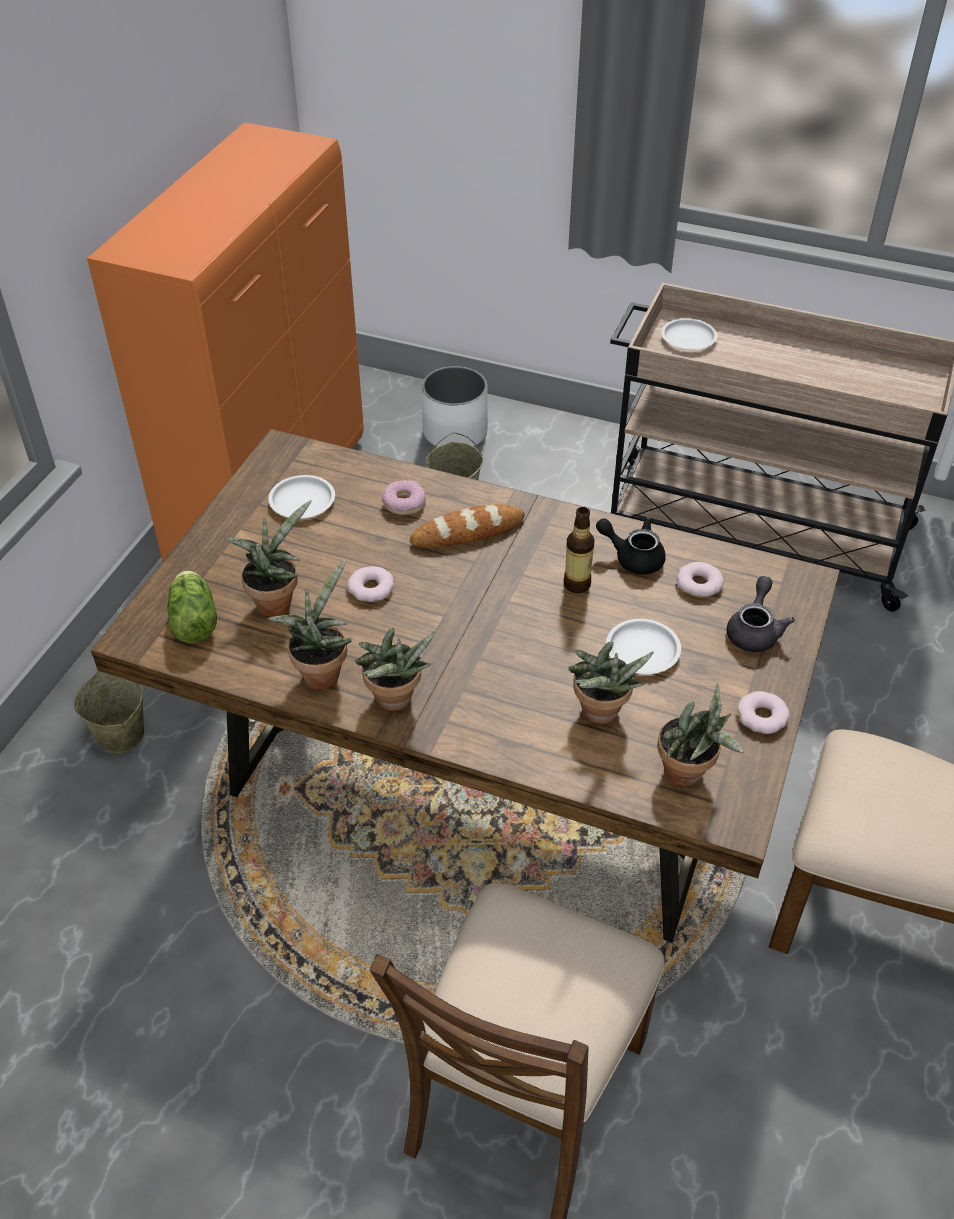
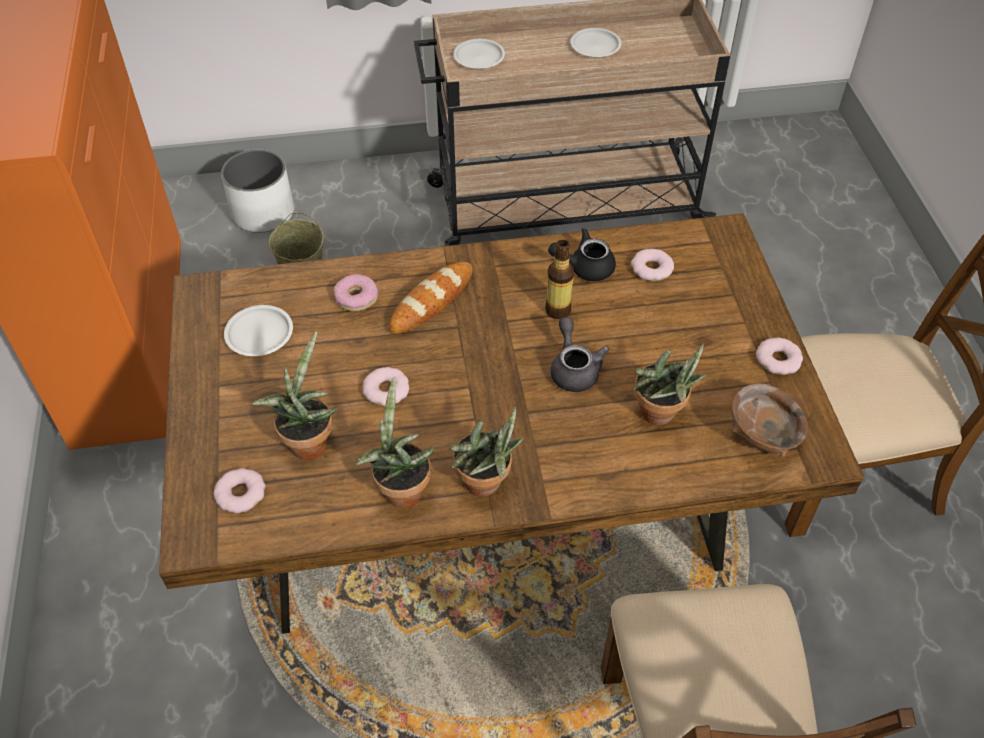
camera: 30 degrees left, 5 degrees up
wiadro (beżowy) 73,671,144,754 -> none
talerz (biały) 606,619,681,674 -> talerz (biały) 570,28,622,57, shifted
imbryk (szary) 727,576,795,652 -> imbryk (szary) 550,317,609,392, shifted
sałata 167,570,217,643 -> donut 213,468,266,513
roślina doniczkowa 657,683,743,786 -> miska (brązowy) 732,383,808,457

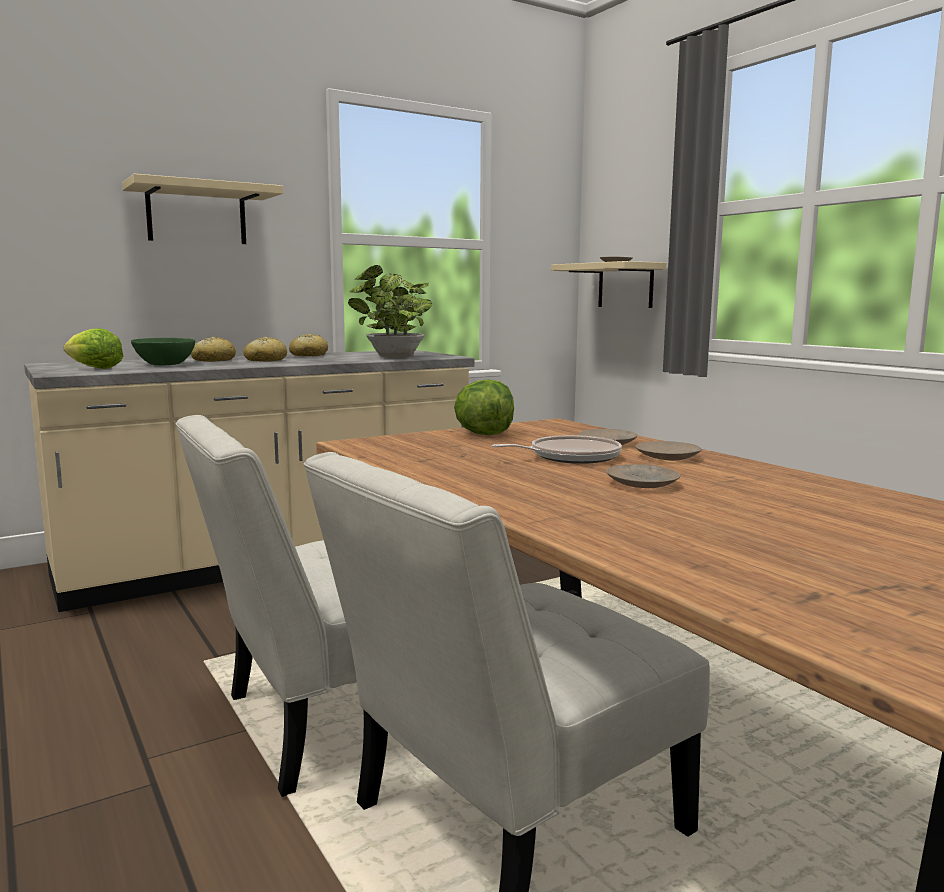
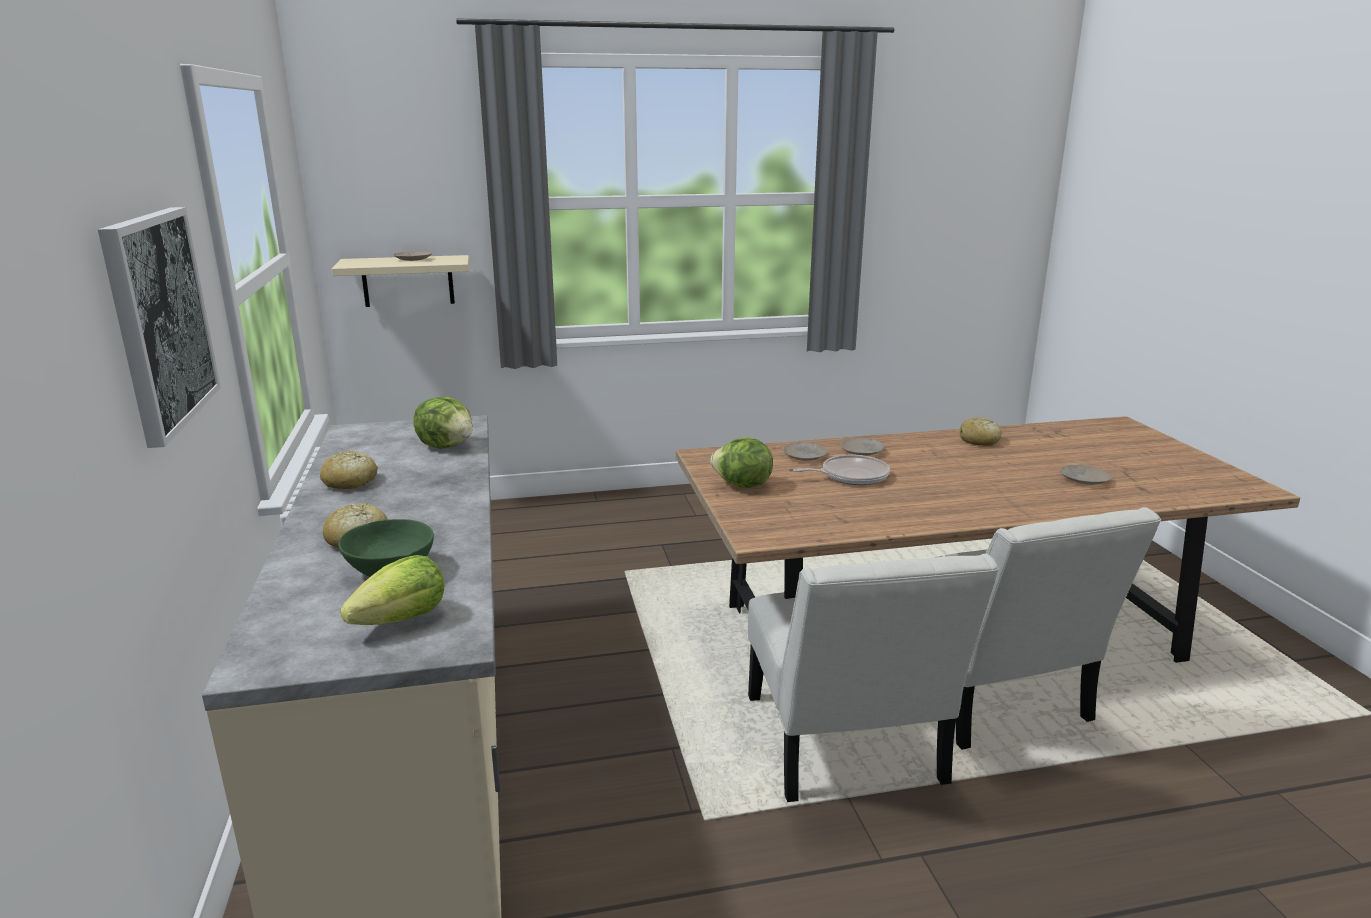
camera: 70 degrees left, 10 degrees up
chleb 244,337,287,362 -> chleb 960,417,1002,446, shifted
talerz (beżowy) 606,464,681,488 -> talerz (beżowy) 1060,465,1112,485, shifted
półka (beżowy) 122,174,283,244 -> obraz 98,207,221,448
roślina doniczkowa 348,265,432,358 -> sałata 413,397,473,449
patelnia 492,435,622,464 -> patelnia 793,455,890,485, 75 degrees clockwise

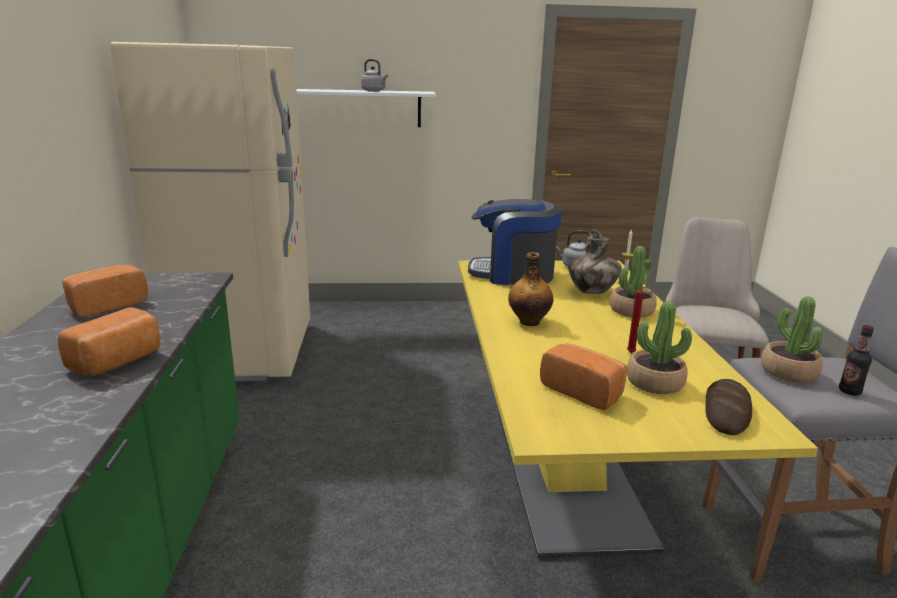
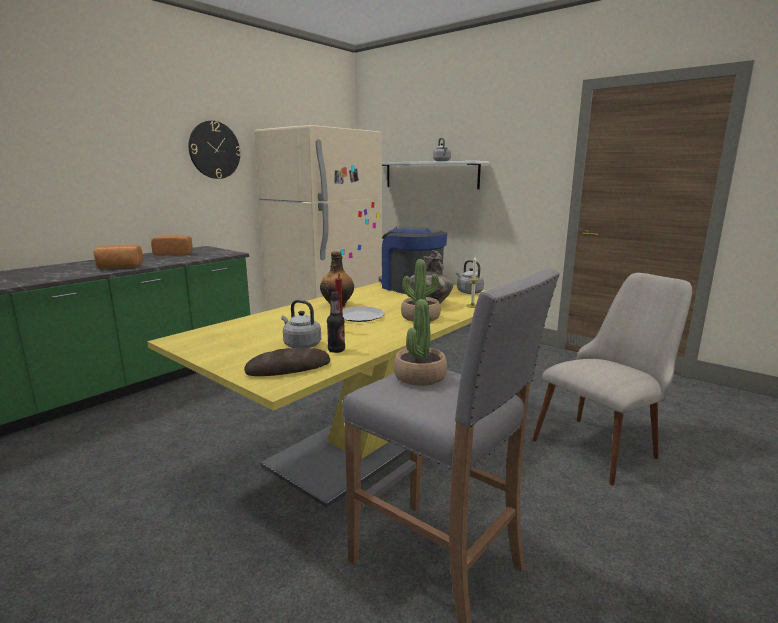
camera: 45 degrees right, 5 degrees down
chleb 540,343,627,410 -> none
none -> zegar ścienny 188,121,241,179
none -> talerz 343,306,385,322
butelka 839,325,874,396 -> butelka 327,292,345,353, shifted
roślina doniczkowa 627,301,692,394 -> czajnik (szary) 281,300,321,348

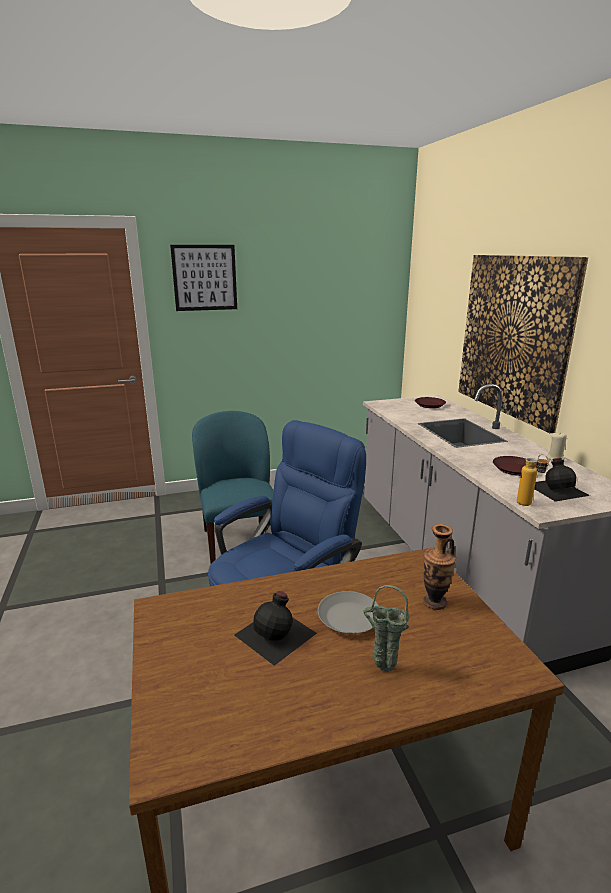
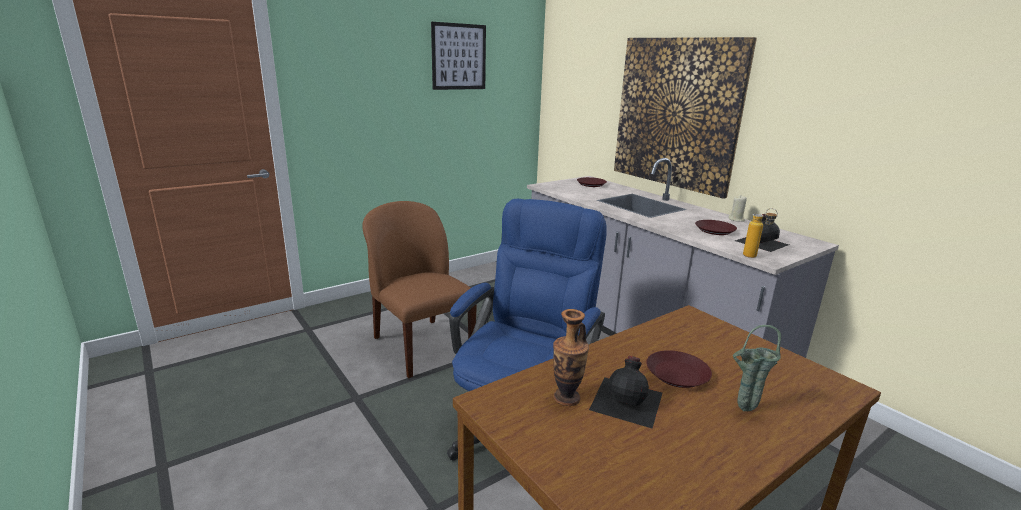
camera: 20 degrees left, 0 degrees up
obraz 170,245,237,311 -> obraz 431,22,486,90, shifted
wazon 423,524,456,610 -> wazon 553,309,589,406, shifted
krzesło (niebieski) 192,411,273,564 -> krzesło (brązowy) 362,201,477,378
talerz (szary) 318,591,379,634 -> talerz (brązowy) 646,350,712,388

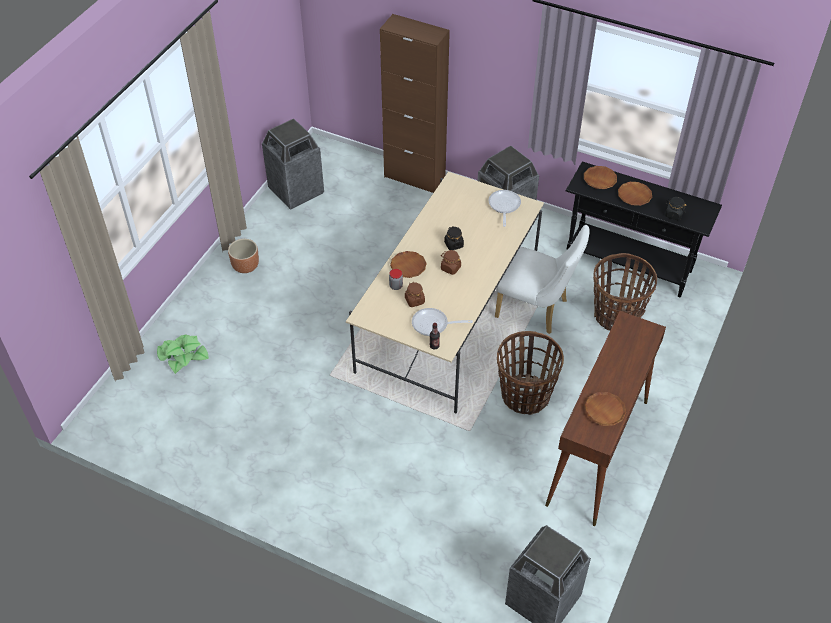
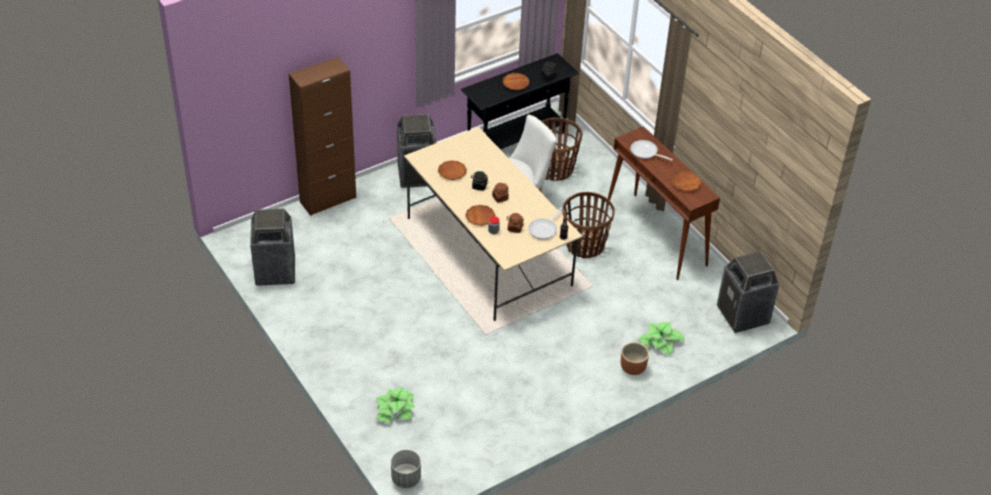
camera: 60 degrees left, 5 degrees down
none -> donica (szary) 391,450,421,488
none -> roślina doniczkowa 638,322,685,356
donica (brązowy) 228,239,259,273 -> donica (brązowy) 621,342,649,375, shifted
patelnia 488,190,521,227 -> patelnia 630,140,673,161, shifted
talerz (brązowy) 584,166,617,189 -> talerz (brązowy) 438,160,467,180, shifted

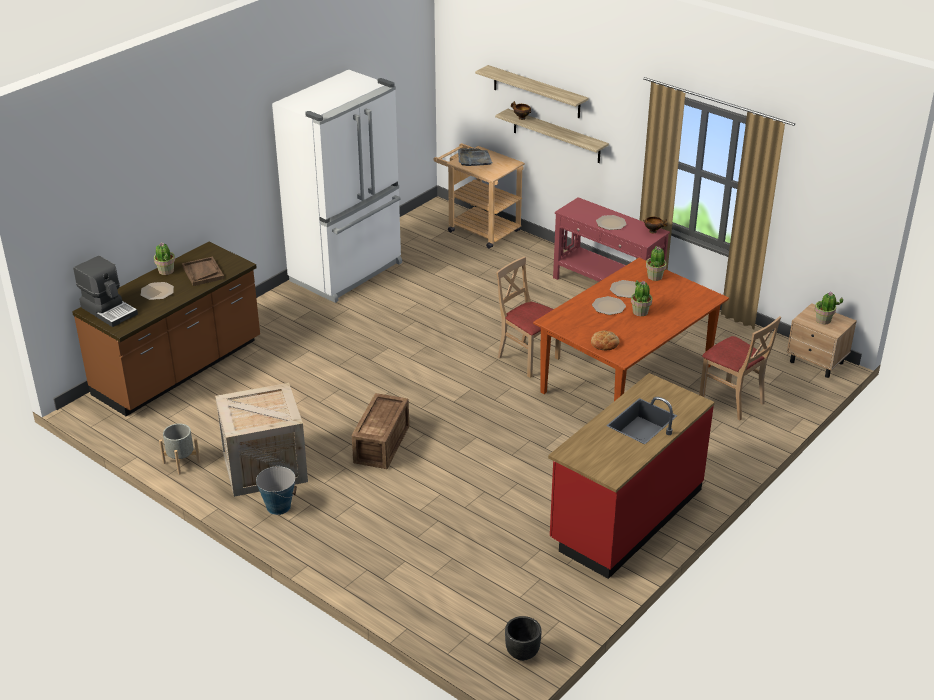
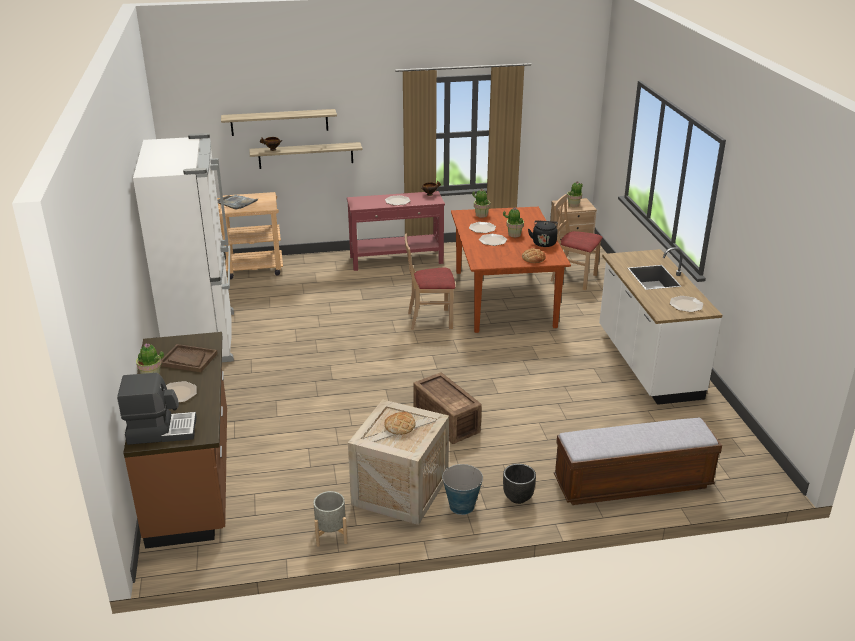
camera: 50 degrees left, 5 degrees down
none -> chleb 384,412,416,435
none -> czajnik (czarny) 528,220,558,247
none -> ławka 554,418,722,505
none -> talerz 670,296,703,312
donica (czarny) 505,616,542,661 -> donica (czarny) 503,464,536,504, shifted
zabudowa kuchenna (czerwony) 548,373,715,579 -> zabudowa kuchenna (biały) 599,247,722,405
krzesło (beżowy) 699,316,781,420 -> krzesło (beżowy) 551,194,603,290, 150 degrees counterclockwise

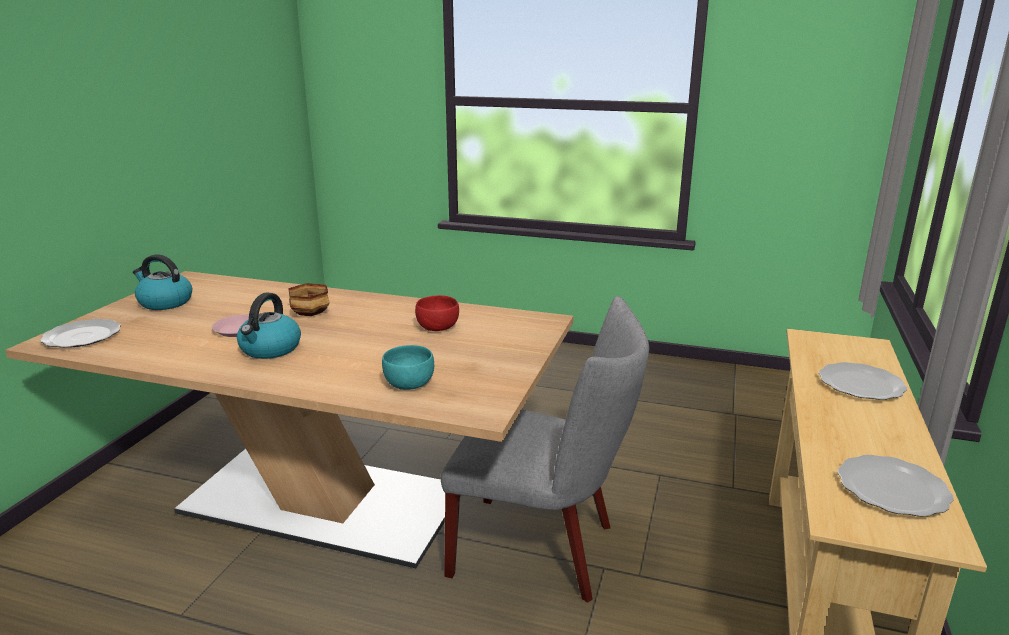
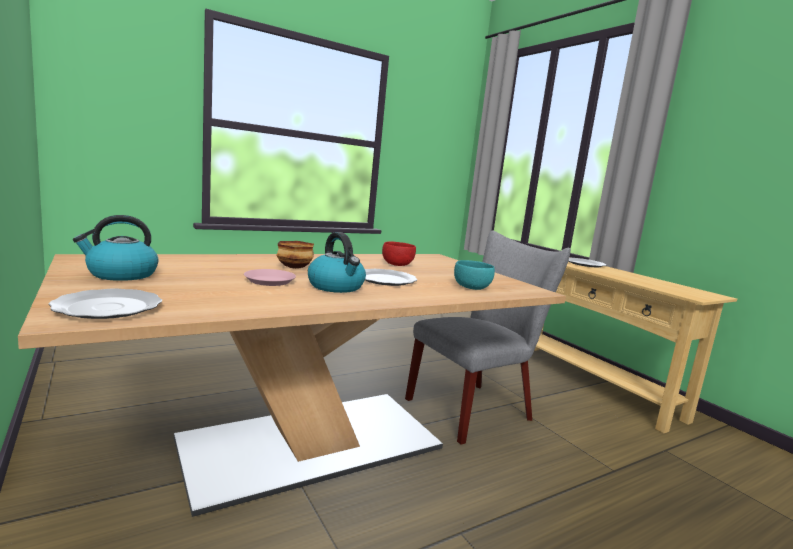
camera: 50 degrees left, 10 degrees down
talerz 837,455,954,517 -> talerz 365,269,418,286, shifted

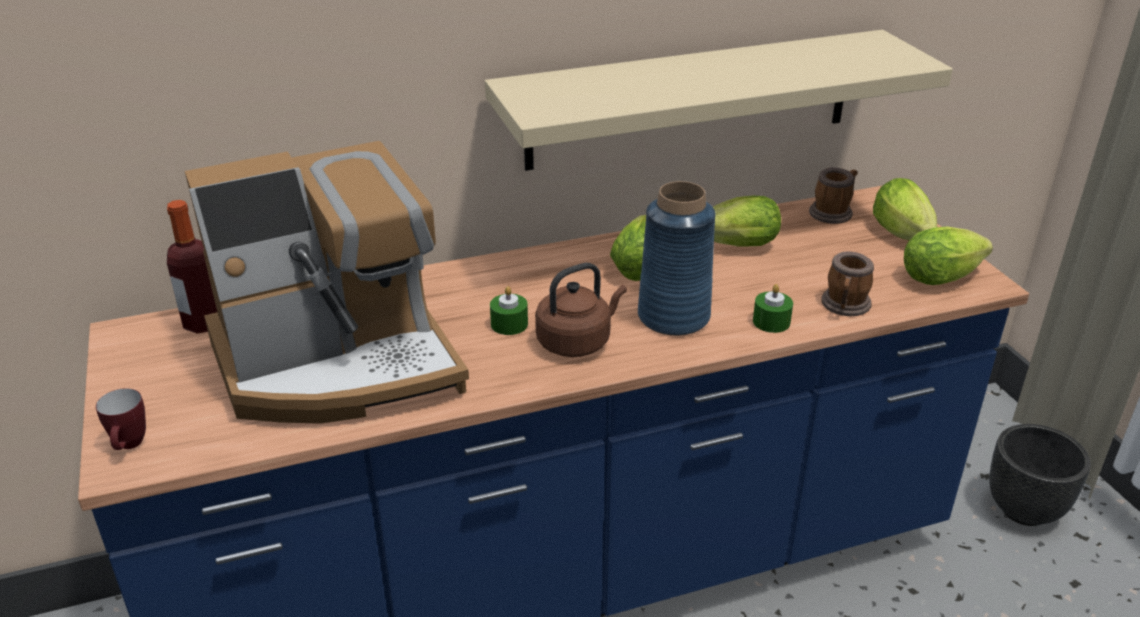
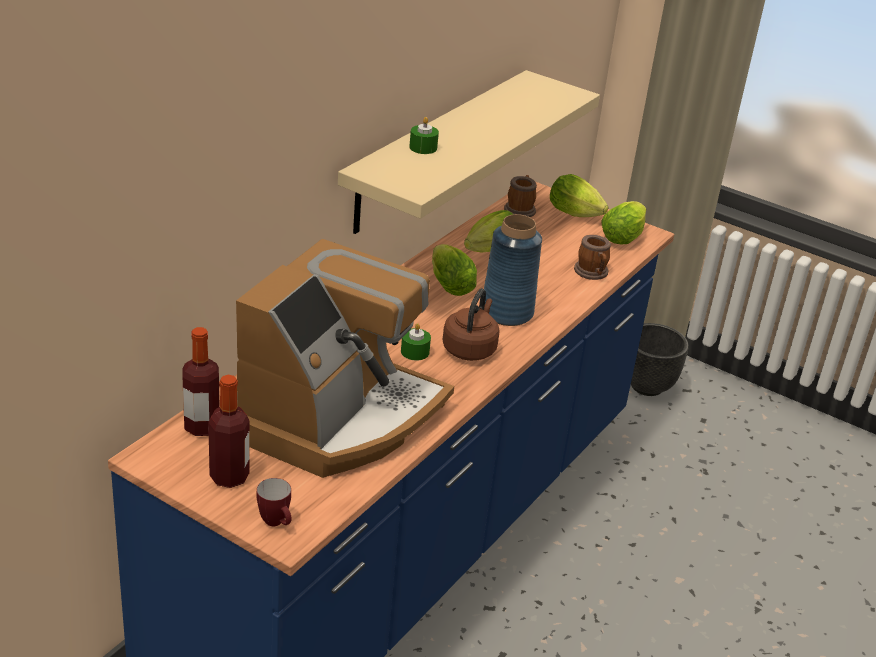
camera: 40 degrees left, 0 degrees up
none -> butelka 208,375,250,488
świeca (zielony) 753,284,793,333 -> świeca (zielony) 409,117,439,154, shifted

